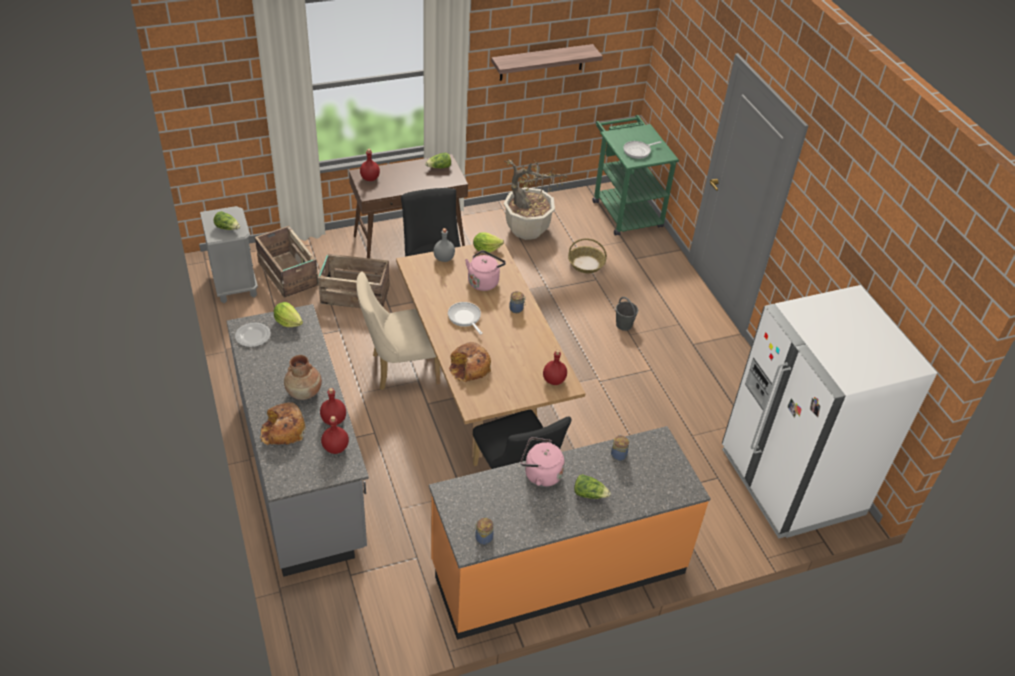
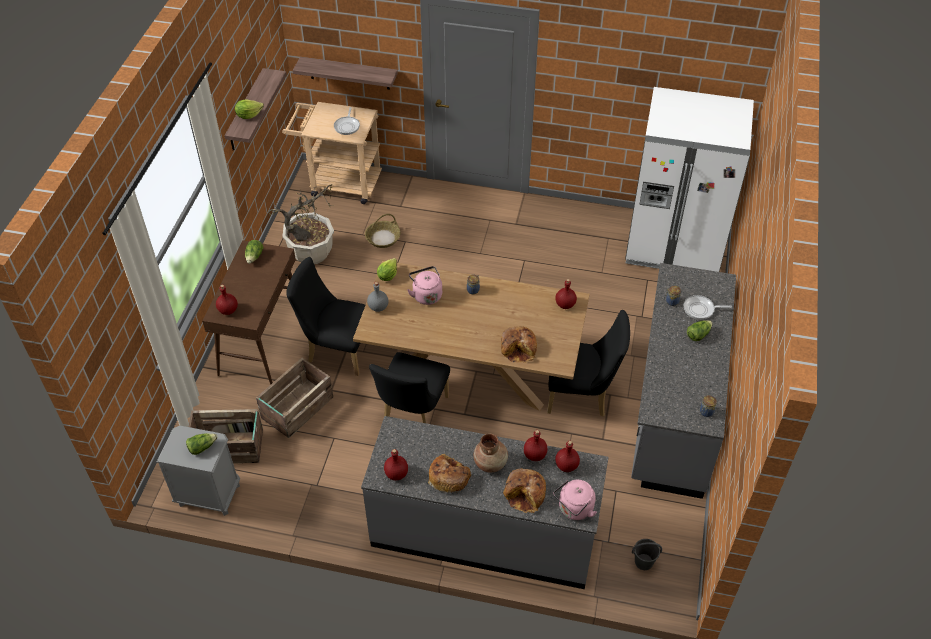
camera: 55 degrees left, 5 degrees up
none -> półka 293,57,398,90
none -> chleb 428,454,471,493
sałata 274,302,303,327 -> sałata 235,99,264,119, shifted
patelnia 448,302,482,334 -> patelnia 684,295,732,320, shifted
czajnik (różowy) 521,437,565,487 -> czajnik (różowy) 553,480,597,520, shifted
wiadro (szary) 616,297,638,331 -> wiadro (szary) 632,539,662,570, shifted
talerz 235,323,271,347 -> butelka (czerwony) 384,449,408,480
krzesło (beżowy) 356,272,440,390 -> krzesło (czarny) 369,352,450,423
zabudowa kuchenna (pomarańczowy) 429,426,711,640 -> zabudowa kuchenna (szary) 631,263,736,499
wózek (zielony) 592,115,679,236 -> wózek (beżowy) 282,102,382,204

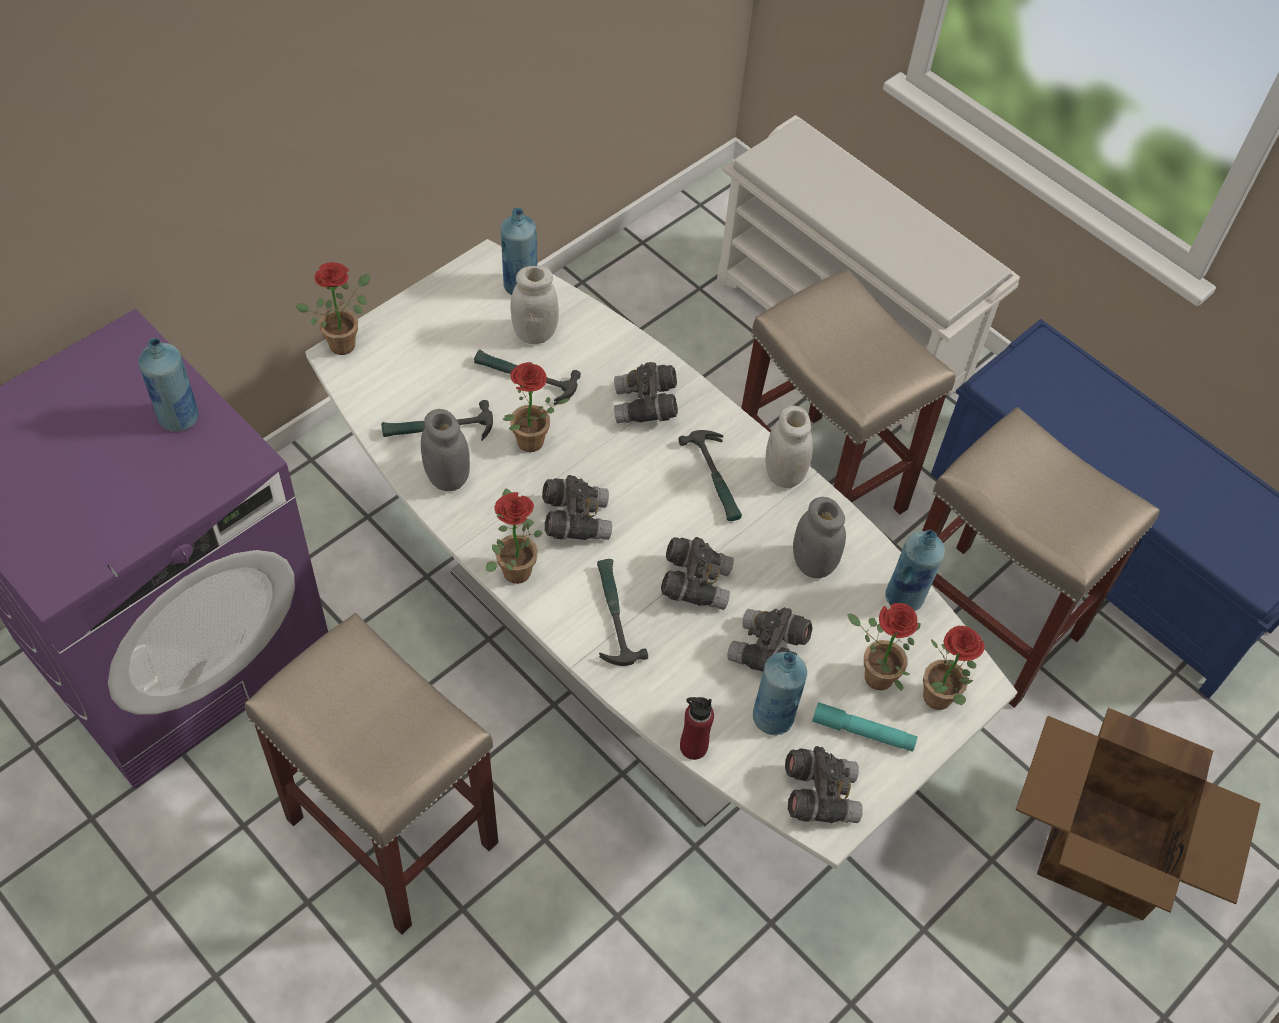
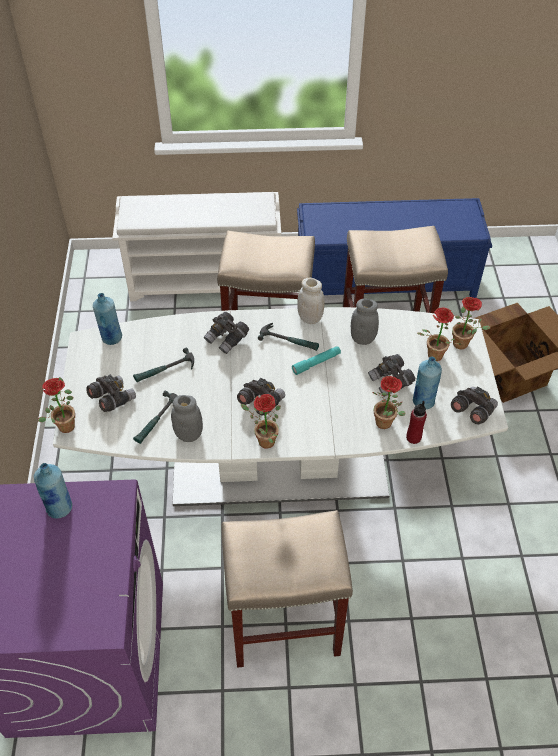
camera: 45 degrees left, 5 degrees down
słoik (biały) 510,266,559,344 -> none
młotek 597,559,648,666 -> none
butelka (niebieski) 885,530,945,611 -> none
roślina doniczkowa 503,362,571,452 -> roślina doniczkowa 373,376,405,429, shifted
lornetka (szary) 661,537,734,610 -> lornetka (szary) 86,375,136,412, shifted
latarka (turkusowy) 812,702,917,752 -> latarka (turkusowy) 292,346,341,375, shifted

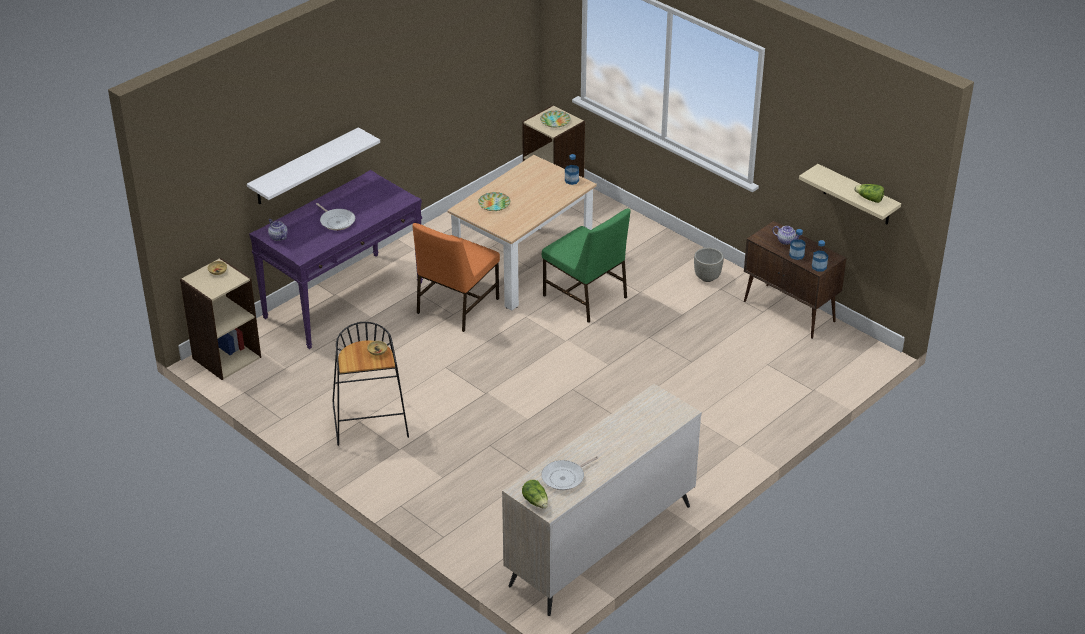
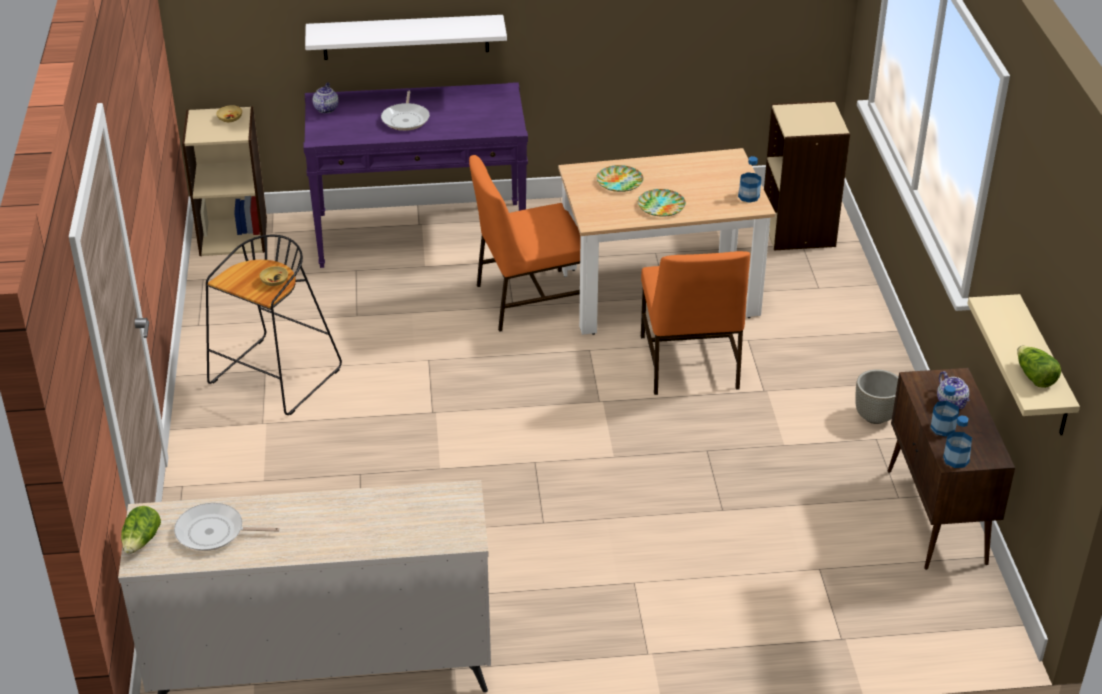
camera: 40 degrees right, 0 degrees up
talerz 540,111,571,127 -> talerz 638,189,686,217, shifted
krzesło (zielony) 542,208,630,323 -> krzesło (pomarańczowy) 641,251,750,395

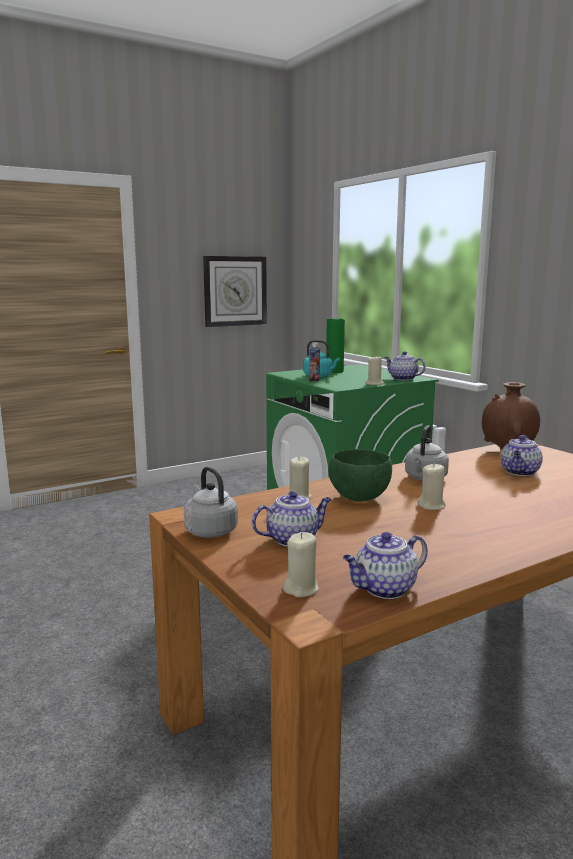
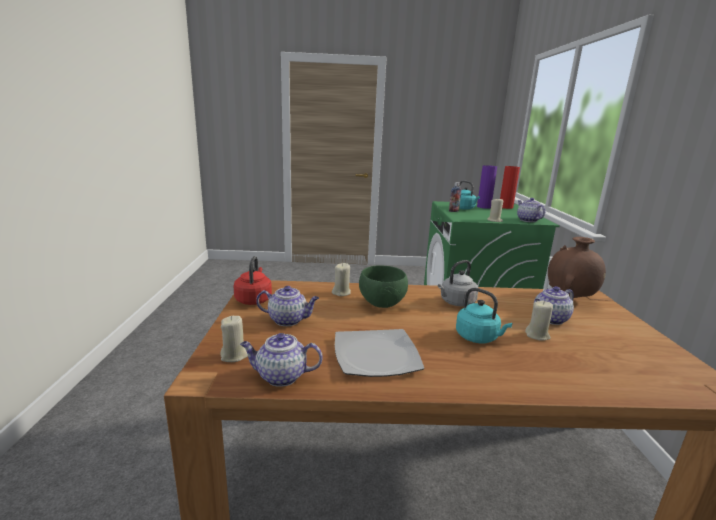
camera: 30 degrees right, 5 degrees up
zegar ścienny 203,256,267,327 -> none
none -> talerz 335,329,424,377
none -> czajnik (turkusowy) 456,288,512,343
none -> wazon (czerwony) 500,166,520,209
świeca (beżowy) 418,463,446,510 -> świeca (beżowy) 525,301,553,341, shifted
czajnik (szary) 184,467,238,538 -> czajnik (czerwony) 233,256,272,305
wazon (zielony) 326,319,345,373 -> wazon (fioletowy) 477,165,497,209

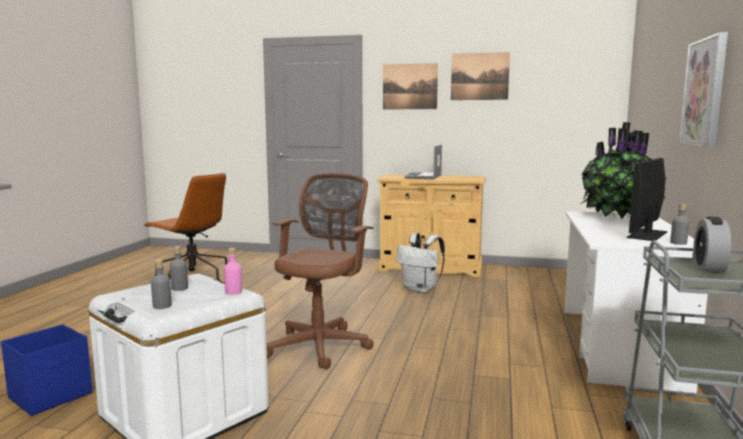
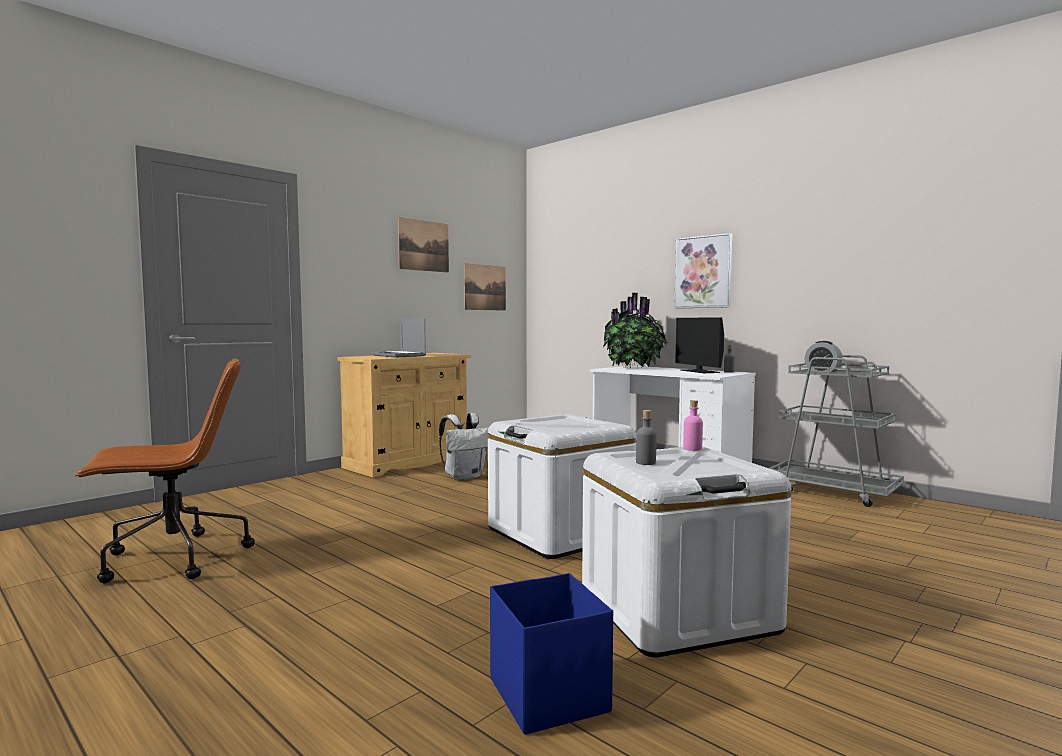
camera: 60 degrees left, 5 degrees down
butelka (szary) 151,260,172,309 -> none
obraz 383,63,438,109 -> obraz 464,263,506,311, shifted
krzesło biurowe (brązowy) 267,173,374,370 -> pojemnik do przechowywania (biały) 488,414,636,559

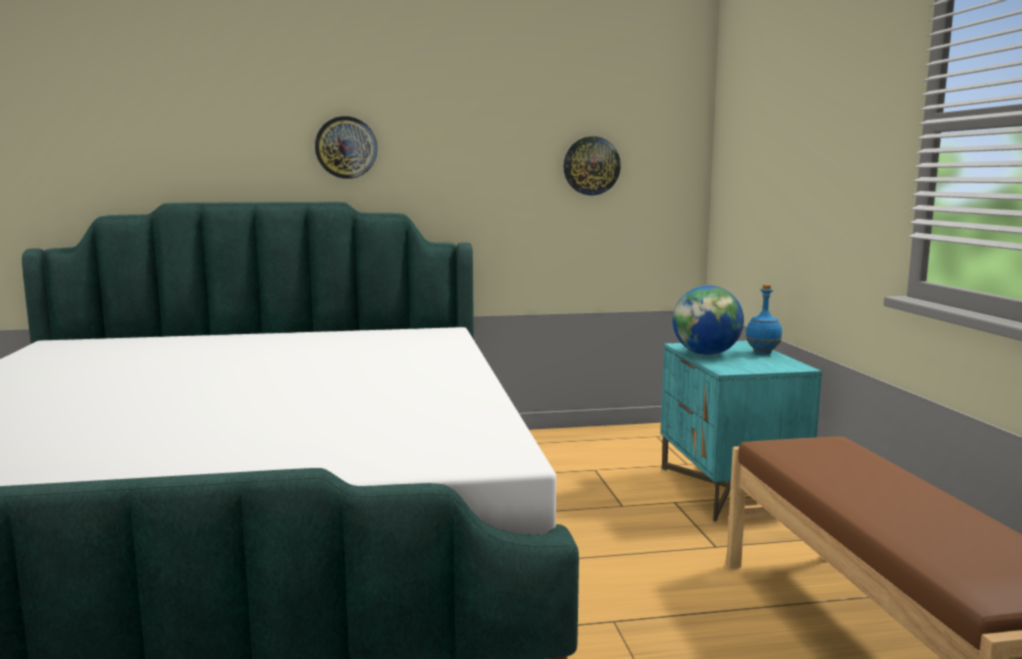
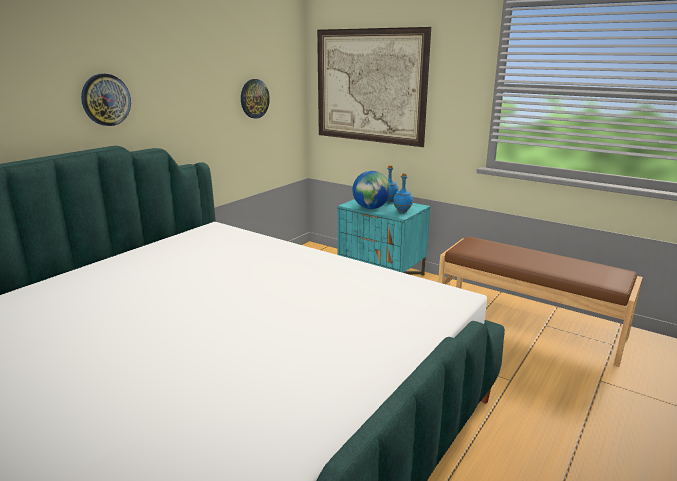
camera: 45 degrees left, 10 degrees up
none -> obraz 317,27,431,147
none -> butelka (niebieski) 393,173,413,213

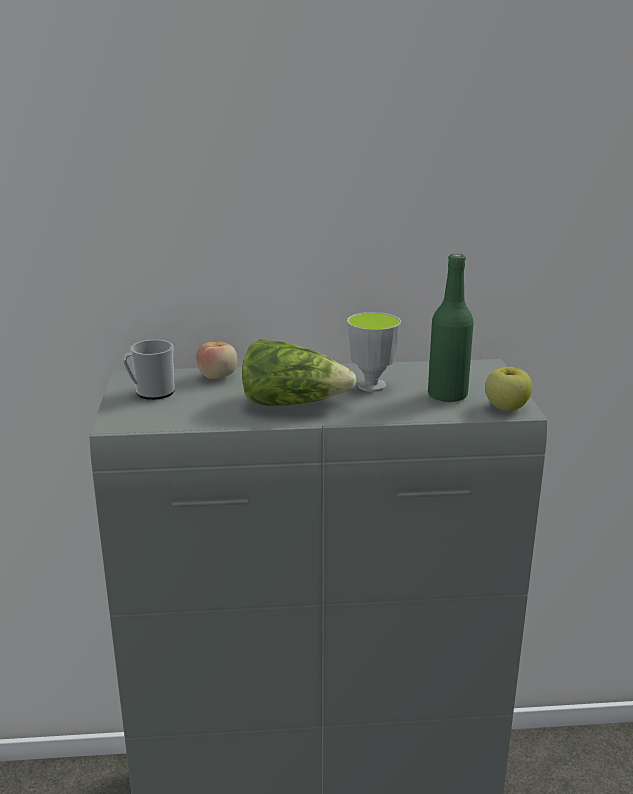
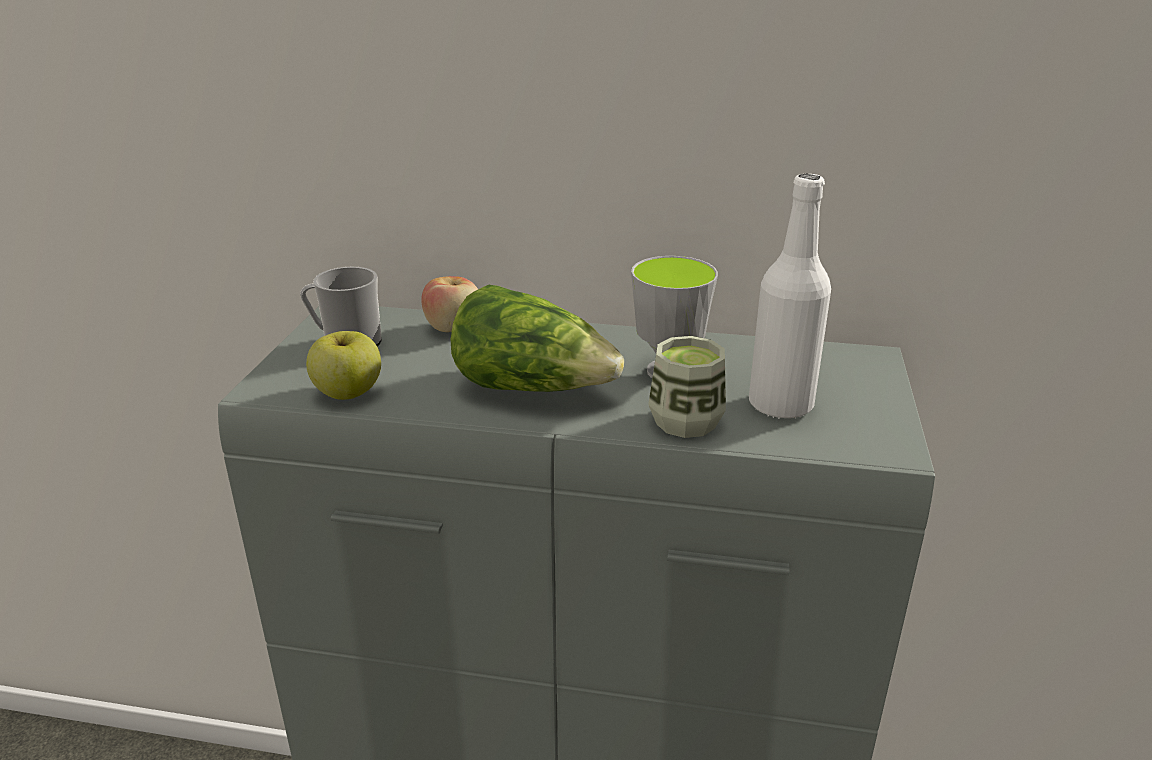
camera: 15 degrees right, 5 degrees up
none -> filiżanka 648,336,726,438
jabłko 485,367,532,411 -> jabłko 306,331,381,400, shifted
butelka (zielony) 428,254,474,403 -> butelka (biały) 749,173,831,419

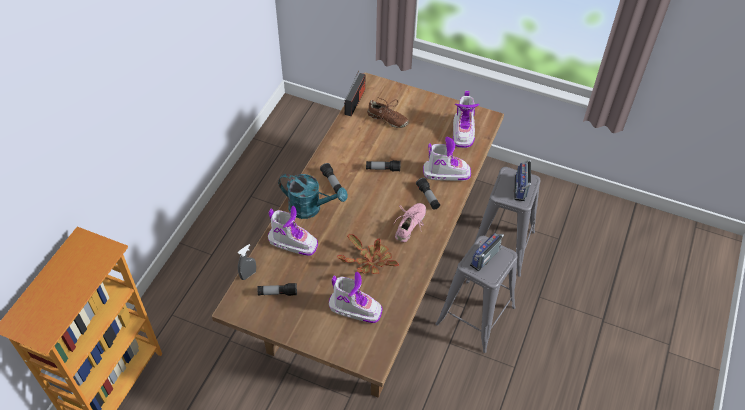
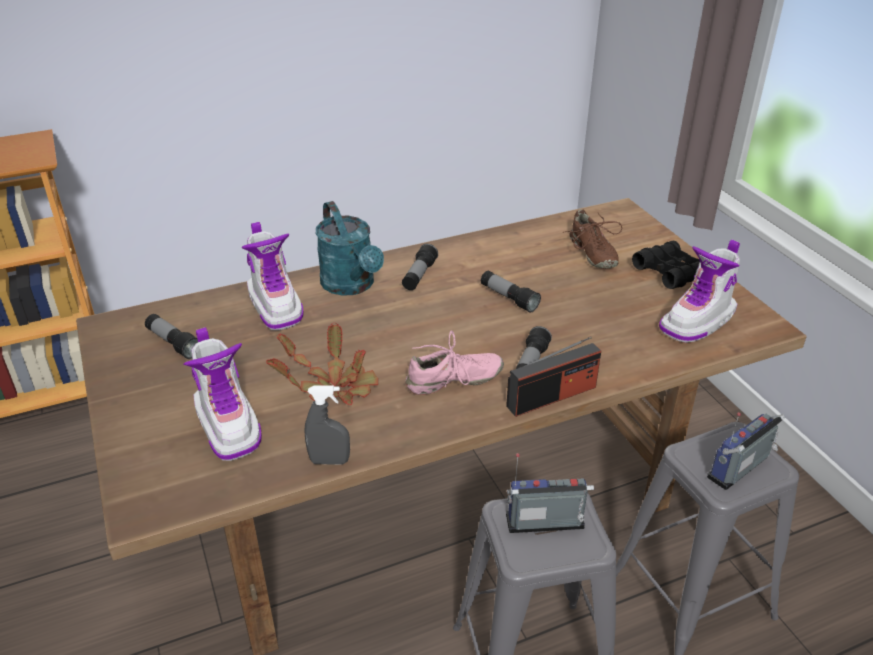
camera: 45 degrees right, 15 degrees down
but z cholewką 423,137,471,181 -> none
none -> lornetka (czarny) 632,241,700,289
spryskiwacz (szary) 238,244,256,280 -> spryskiwacz (szary) 304,386,350,465, shifted
radio 344,71,365,117 -> radio 506,336,601,417, shifted

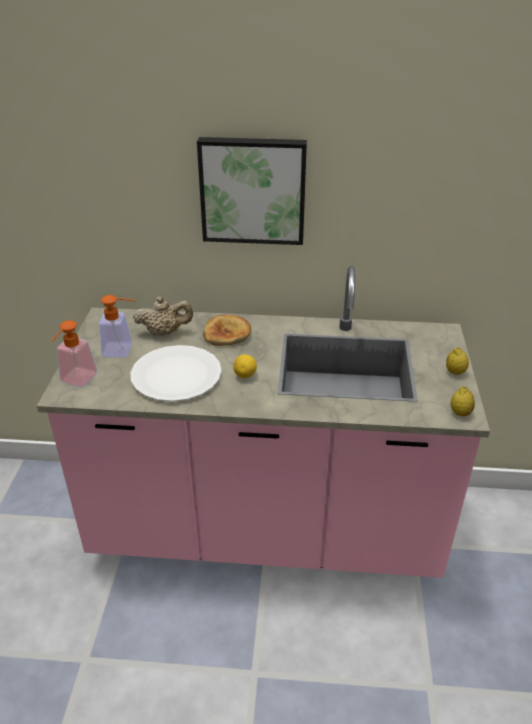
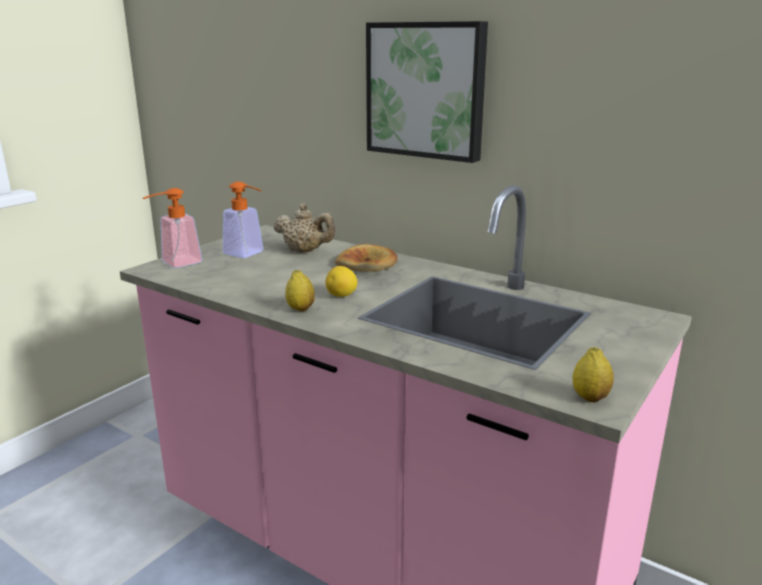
camera: 30 degrees right, 15 degrees down
talerz (biały) 130,345,222,402 -> none
cytryna 446,347,469,374 -> cytryna 285,270,315,311, shifted

